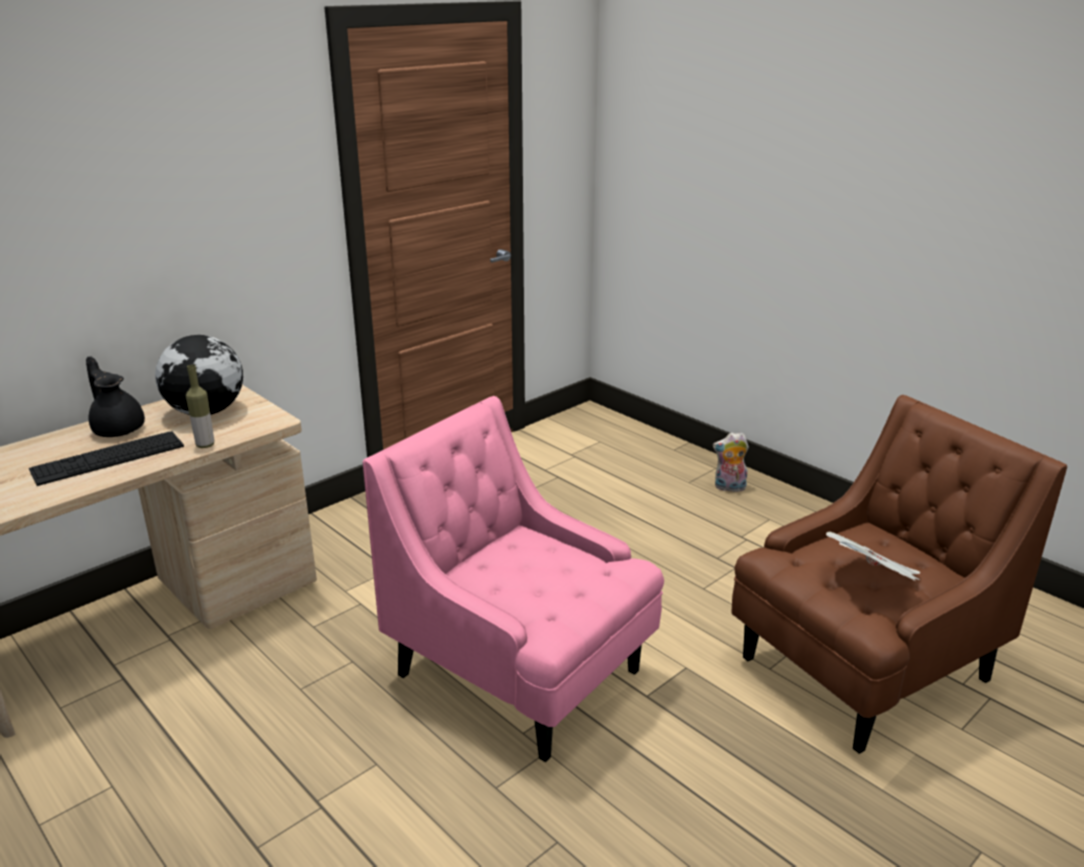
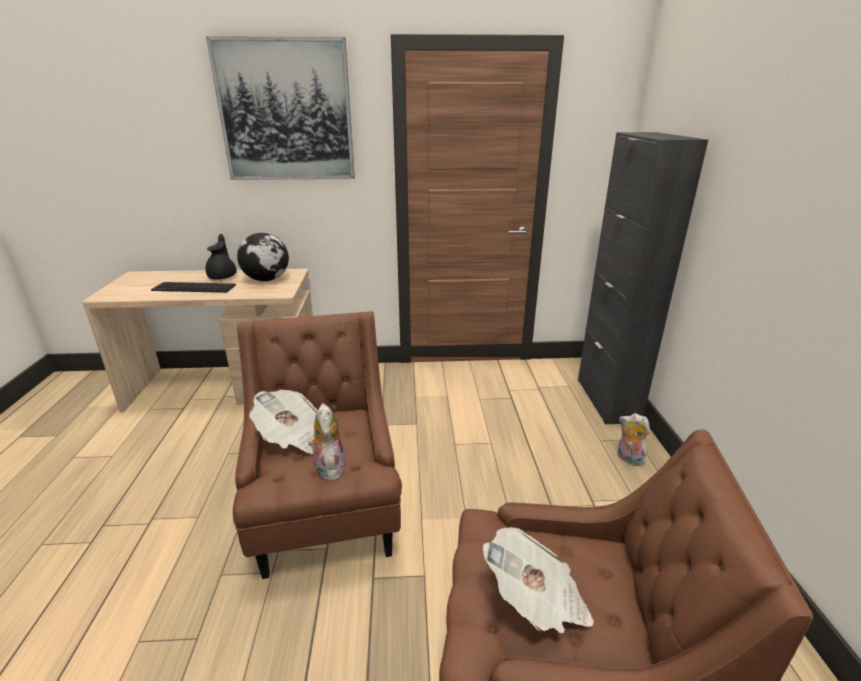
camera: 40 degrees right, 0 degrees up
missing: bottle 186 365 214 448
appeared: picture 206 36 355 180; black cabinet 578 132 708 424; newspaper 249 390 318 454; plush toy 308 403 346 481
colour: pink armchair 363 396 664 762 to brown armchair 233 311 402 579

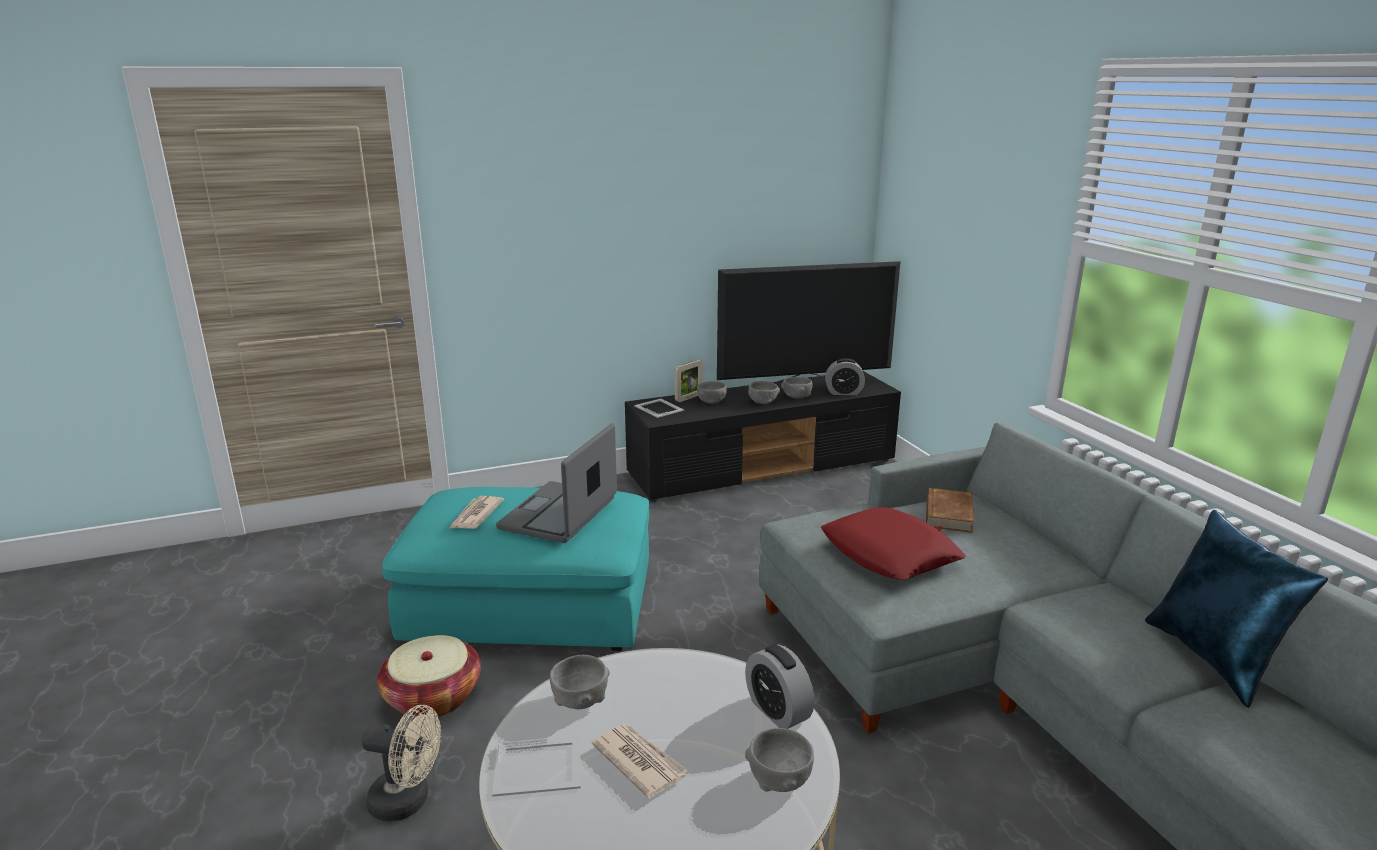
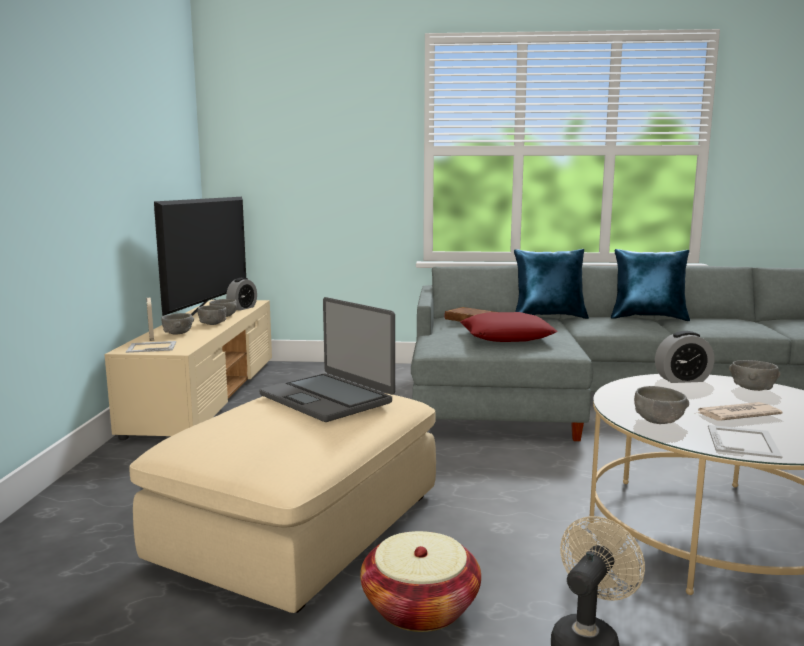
camera: 65 degrees left, 10 degrees down
missing: newspaper 450 496 504 529
appeared: blue pillow 514 249 589 319
colour: black tv stand 625 371 901 502 to beige tv stand 104 300 272 440; turquoise ottoman 382 487 649 651 to beige ottoman 129 393 436 613

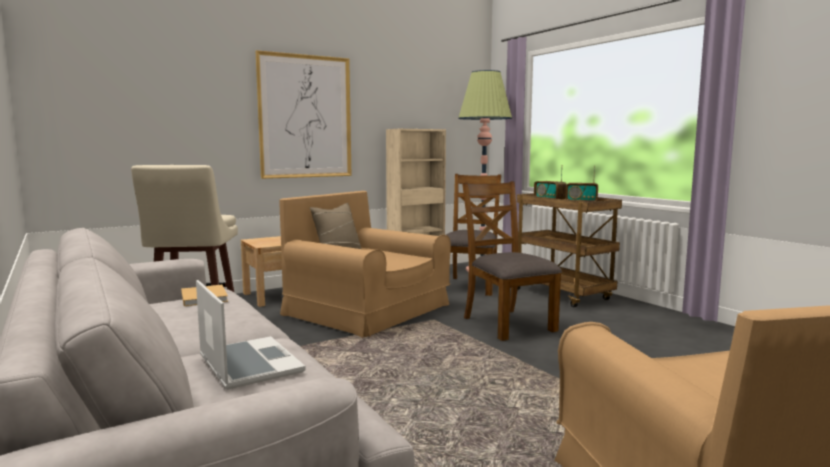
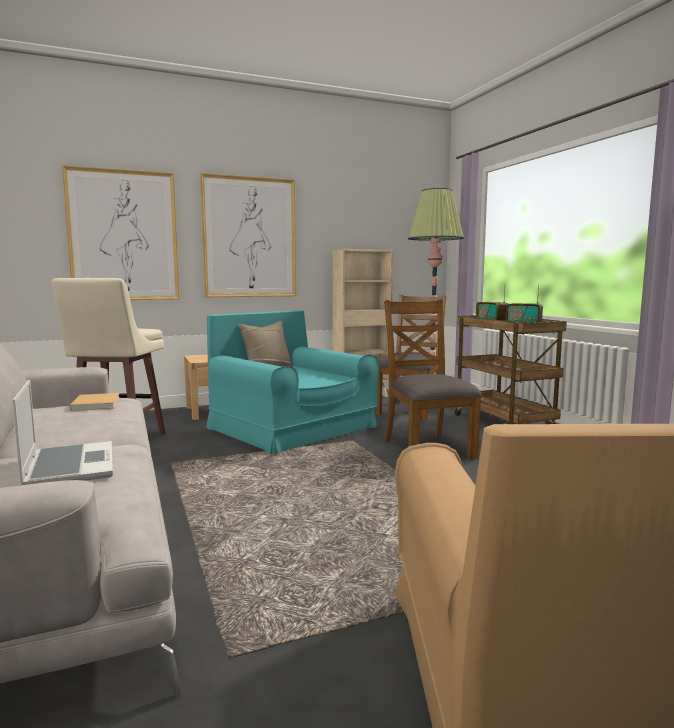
camera: 10 degrees right, 0 degrees up
appeared: picture 62 165 180 300
colour: brown armchair 279 191 451 338 to turquoise armchair 206 310 379 454

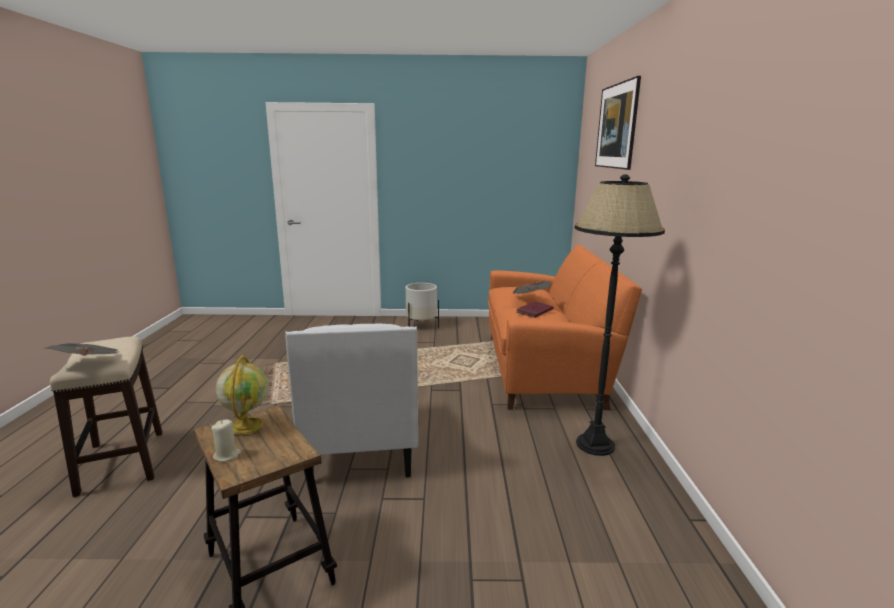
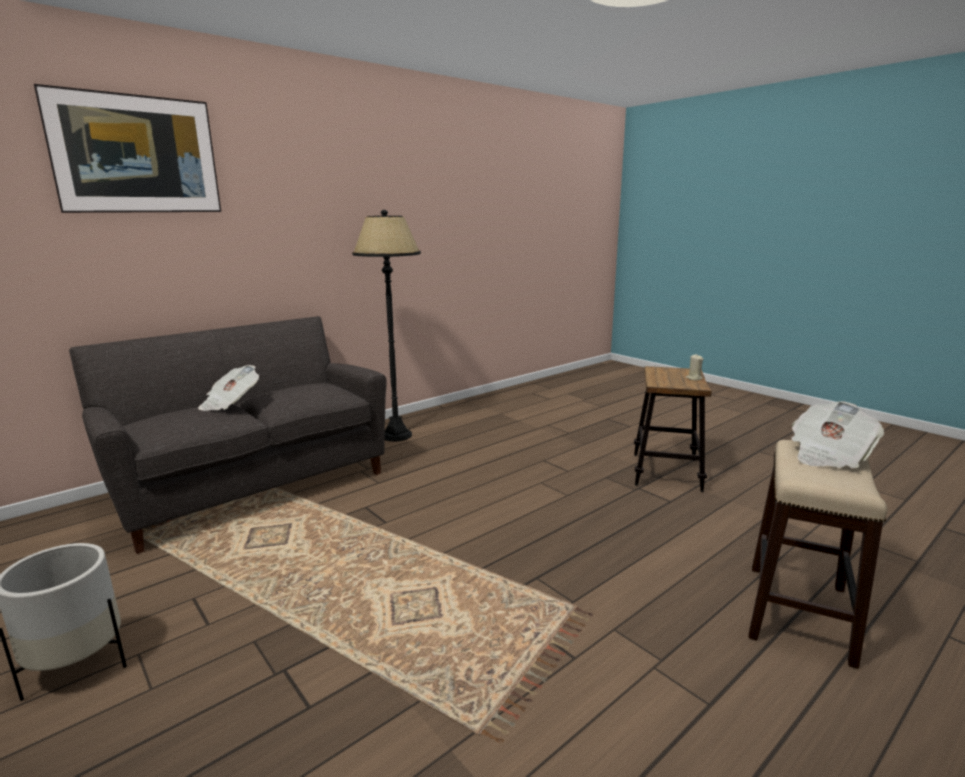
camera: 130 degrees left, 0 degrees up
missing: red book 516 301 554 318; white armchair 285 323 418 478; globe 216 355 269 435
colour: orange sofa 488 245 642 410 to grey sofa 69 316 387 554

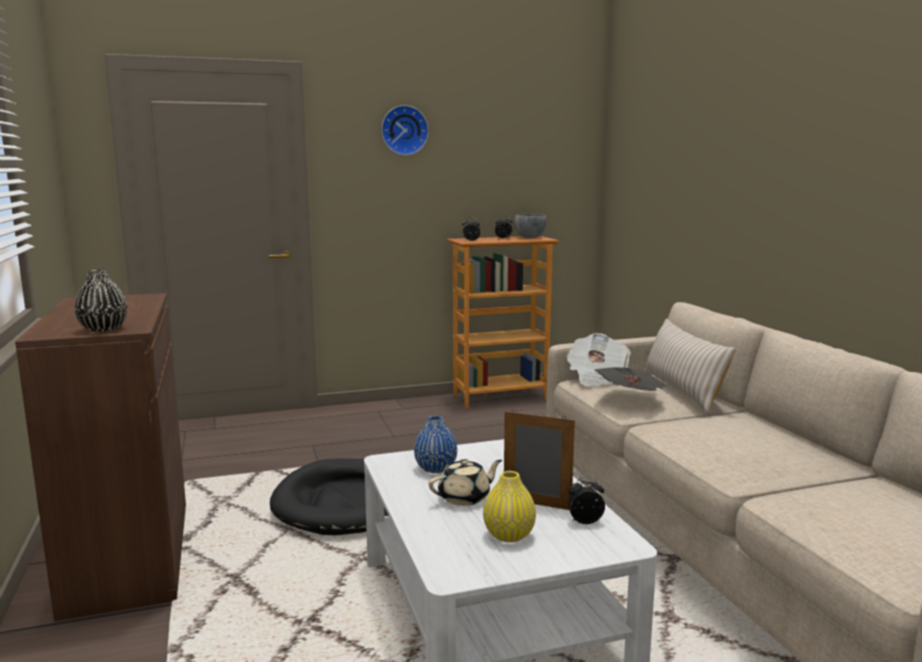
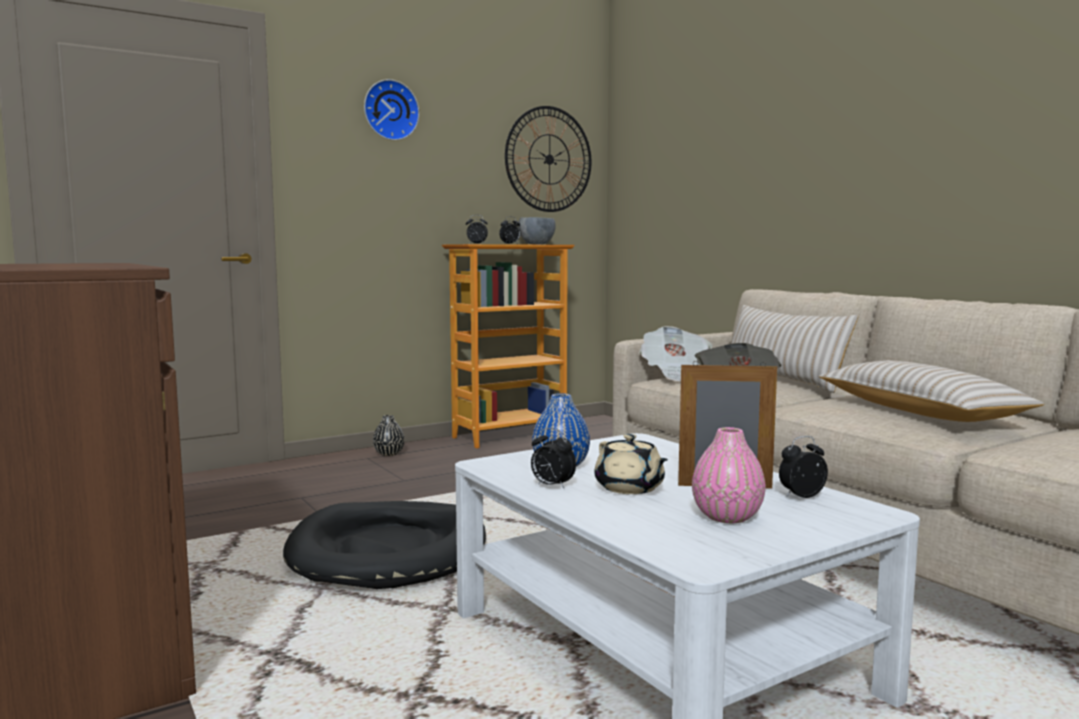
camera: 15 degrees left, 5 degrees down
appeared: wall clock 505 106 592 212; beige pillow 819 360 1045 422; alarm clock 531 428 576 488
relocated: black vase 74 270 127 332 to 373 415 405 456
colour: yellow vase 483 471 536 542 to pink vase 692 427 766 523
spun: beige teapot 429 459 502 506 = 594 434 668 494 105 degrees clockwise

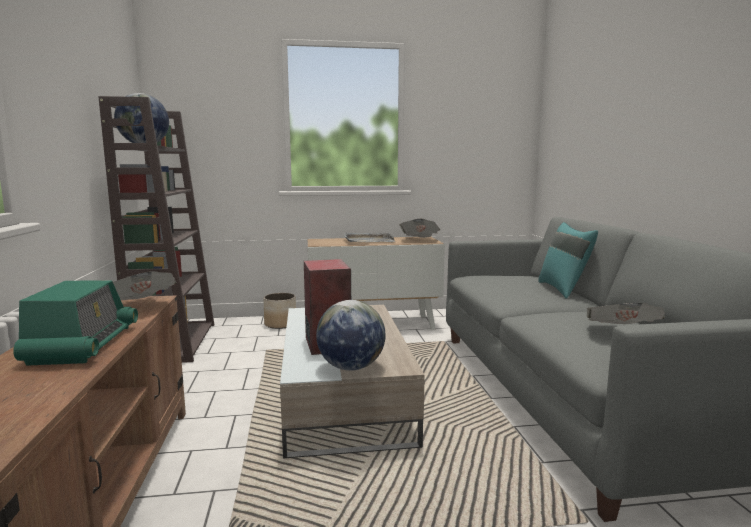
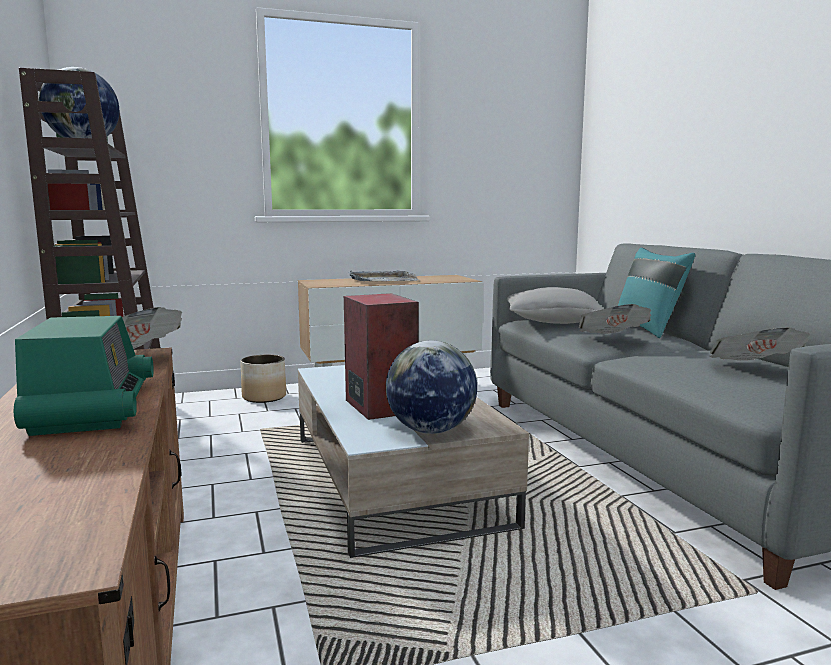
camera: 10 degrees left, 0 degrees up
appeared: grey pillow 507 287 604 324
relocated: newspaper 399 219 440 238 to 579 304 651 334

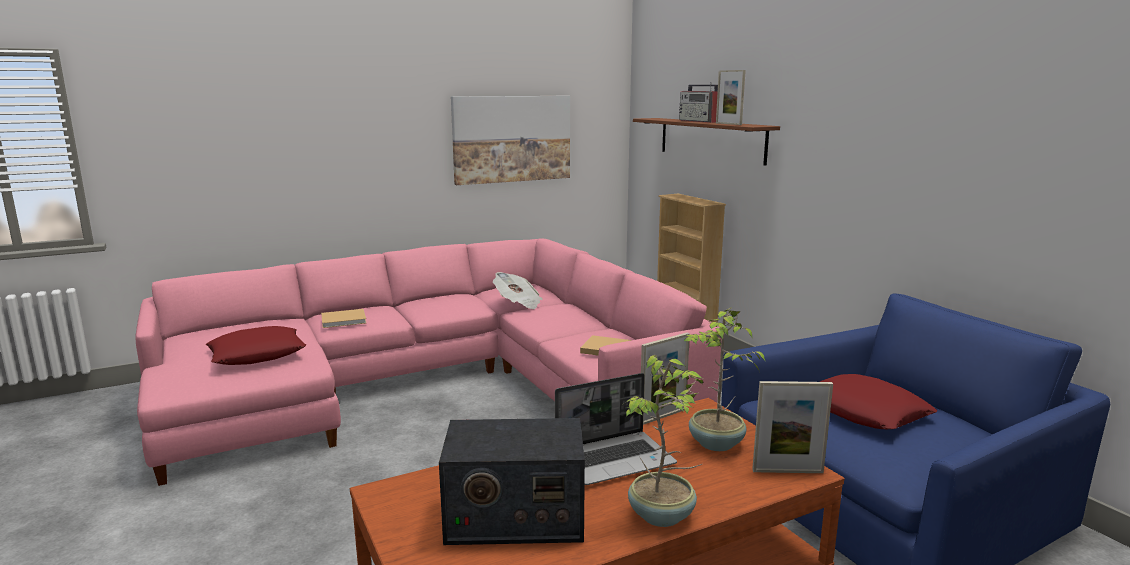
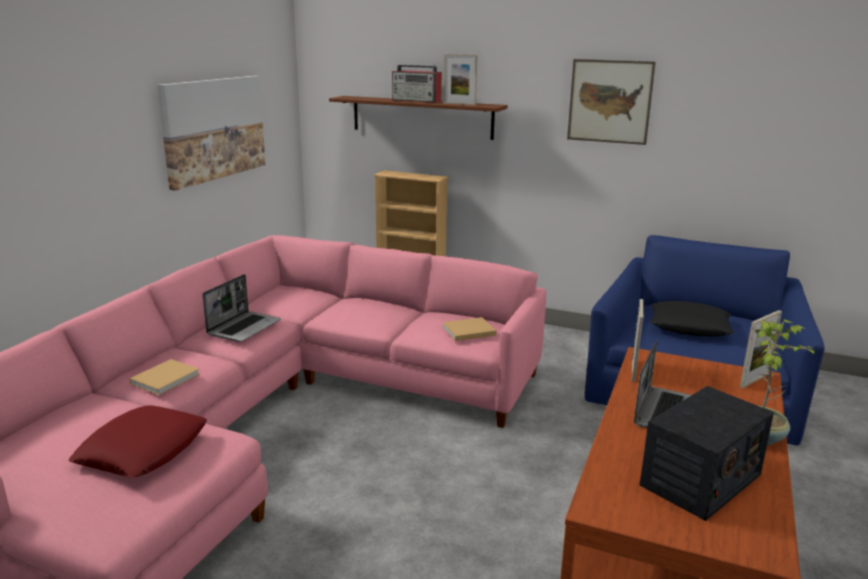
camera: 40 degrees left, 5 degrees up
missing: newspaper 493 272 543 309; potted plant 684 308 766 451
appeared: picture 567 59 656 145; laptop 202 274 281 342
colour: red pillow 820 374 937 429 to black pillow 650 301 734 337

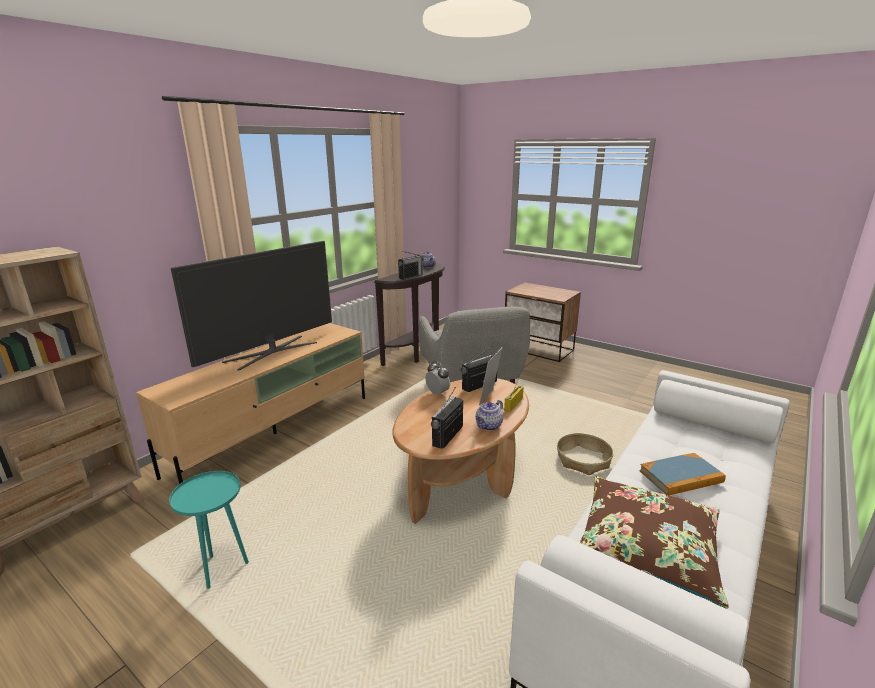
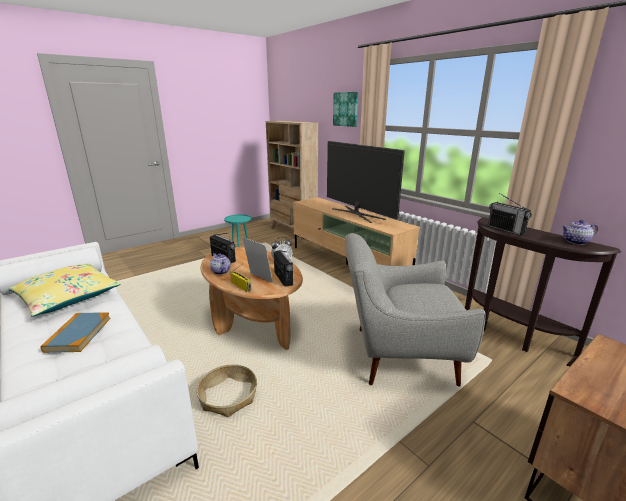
camera: 105 degrees right, 0 degrees up
appeared: picture 333 92 358 127
colour: brown pillow 580 476 729 609 to yellow pillow 8 264 120 317

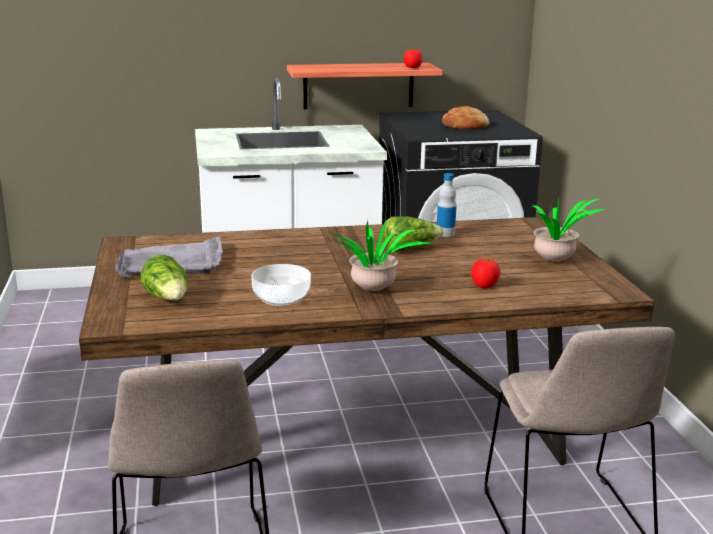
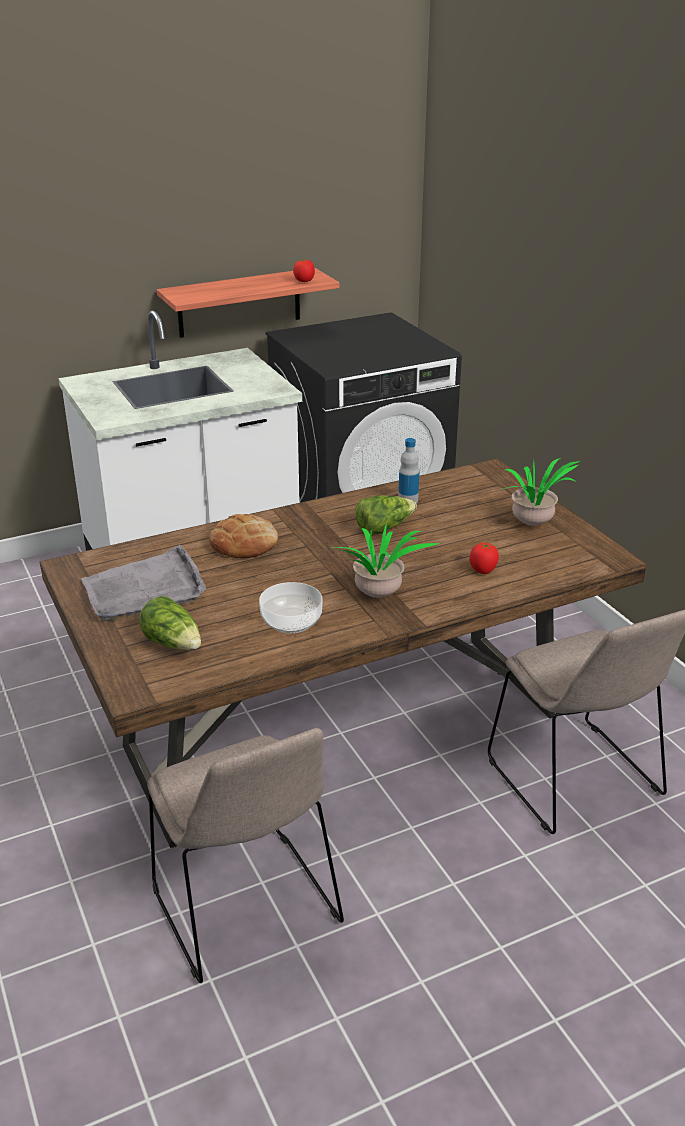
camera: 15 degrees left, 10 degrees up
relocated: bread 442 106 490 130 to 209 514 278 558

